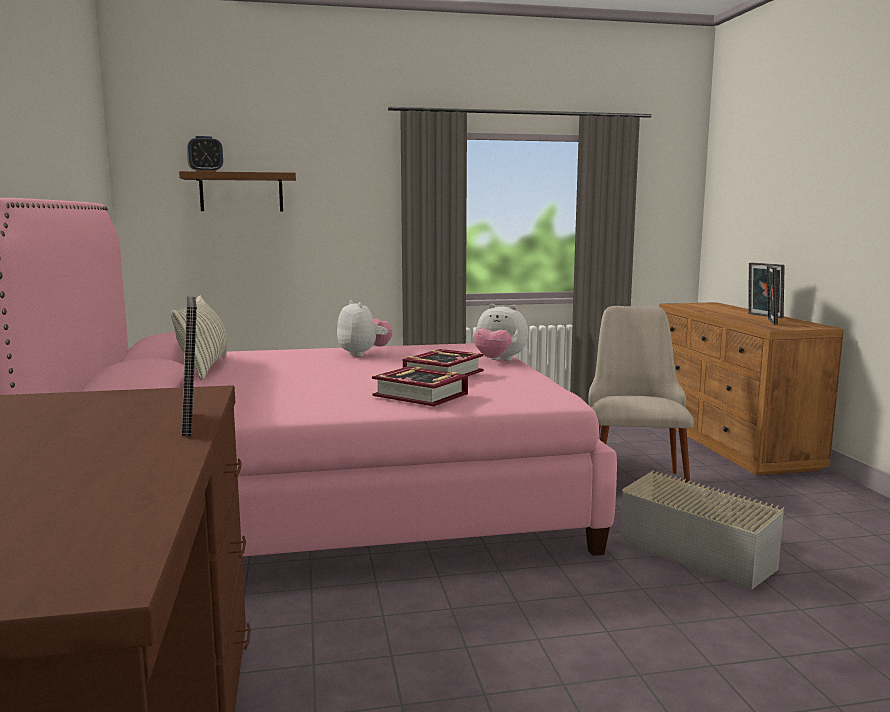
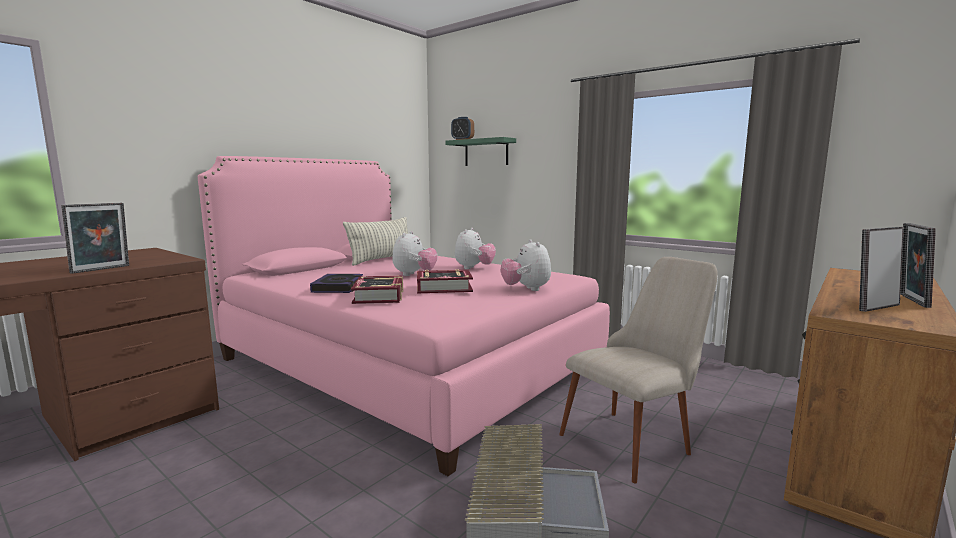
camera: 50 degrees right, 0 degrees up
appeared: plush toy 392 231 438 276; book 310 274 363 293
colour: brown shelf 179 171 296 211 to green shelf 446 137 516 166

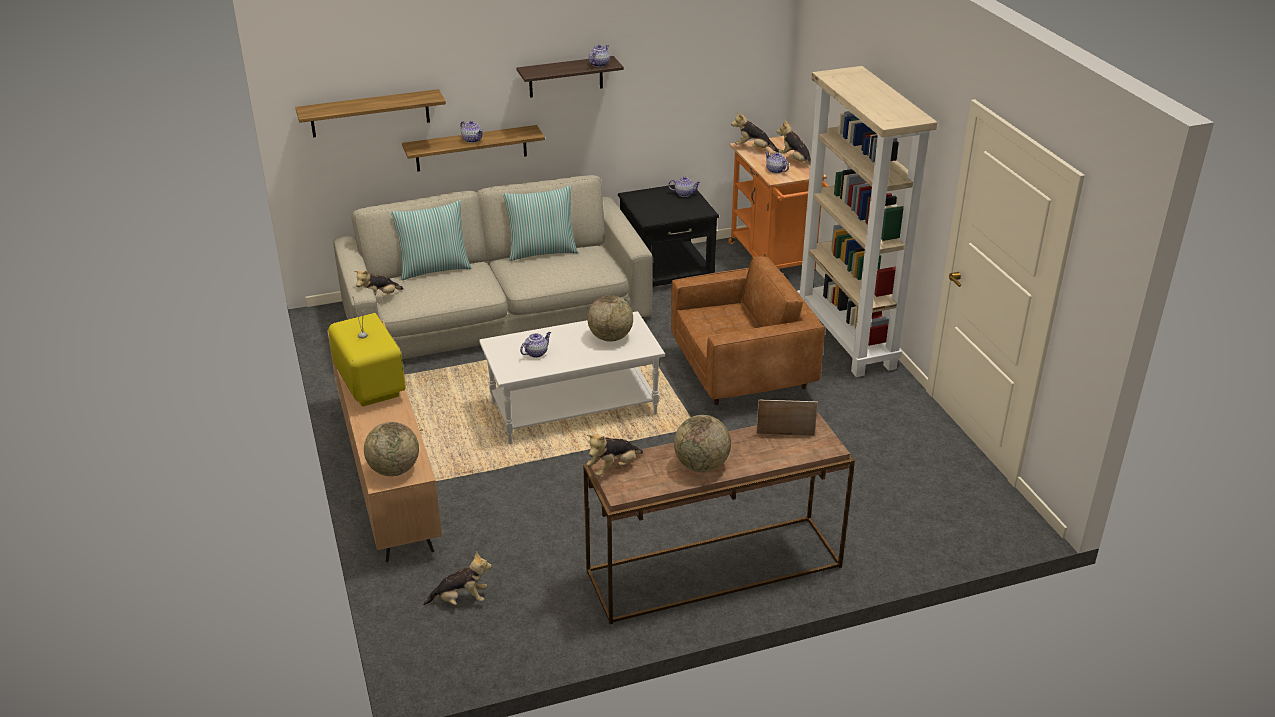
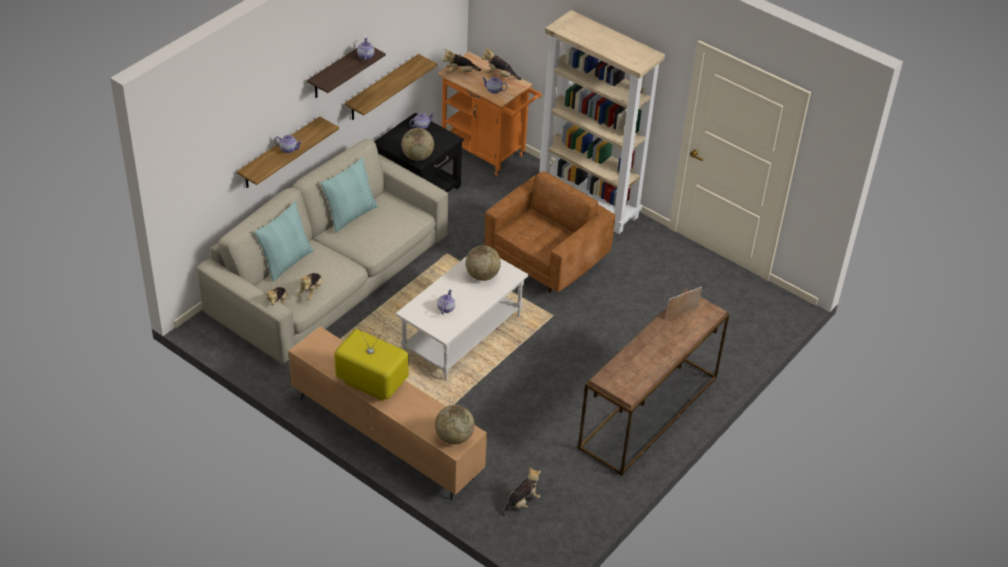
camera: 35 degrees left, 10 degrees up
relocated: shelf 295 89 446 137 to 345 54 437 120; globe 674 415 731 472 to 401 128 434 161; plush toy 587 435 643 477 to 297 273 322 300

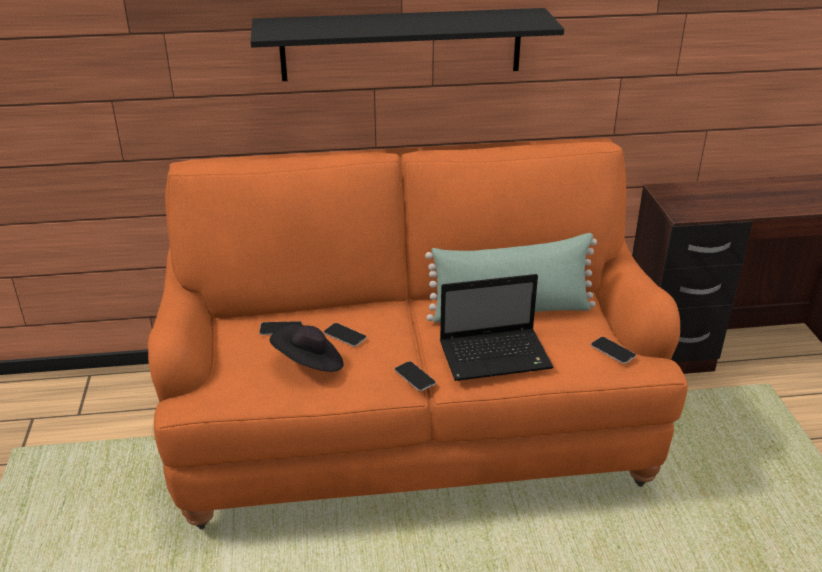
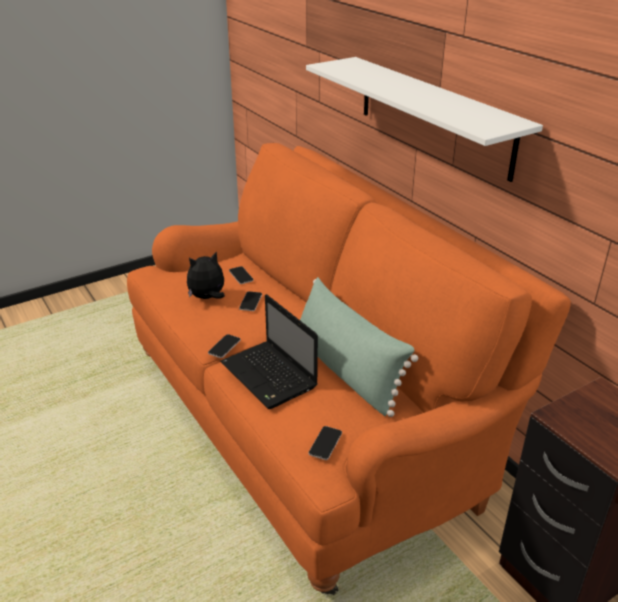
camera: 65 degrees right, 0 degrees up
exchanged: black hat 269 324 344 372 to plush toy 187 252 225 299
colour: black shelf 250 8 564 81 to white shelf 306 57 543 182

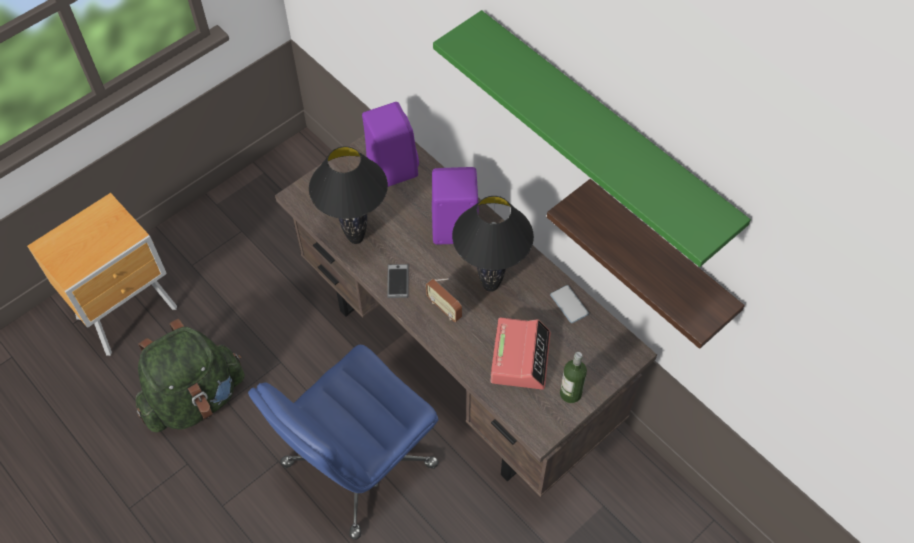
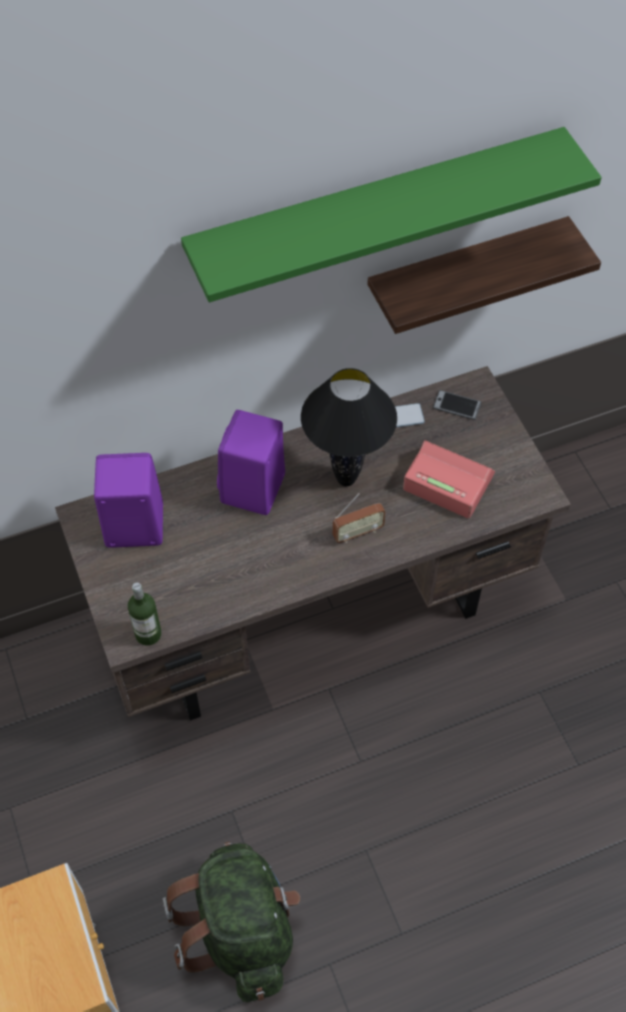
camera: 70 degrees left, 0 degrees up
missing: black table lamp 309 146 388 244; blue office chair 248 345 439 540
relocated: phone 387 264 409 298 to 433 390 481 420; bottle 560 352 587 403 to 128 583 161 646

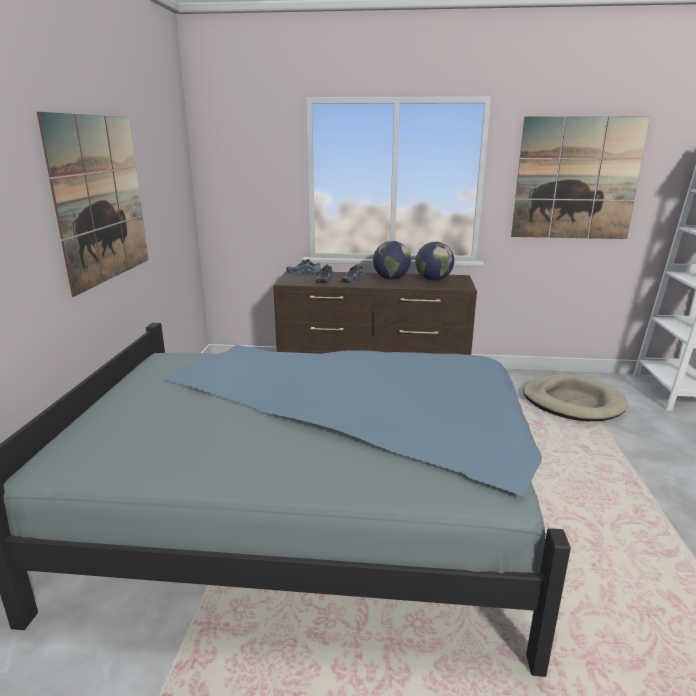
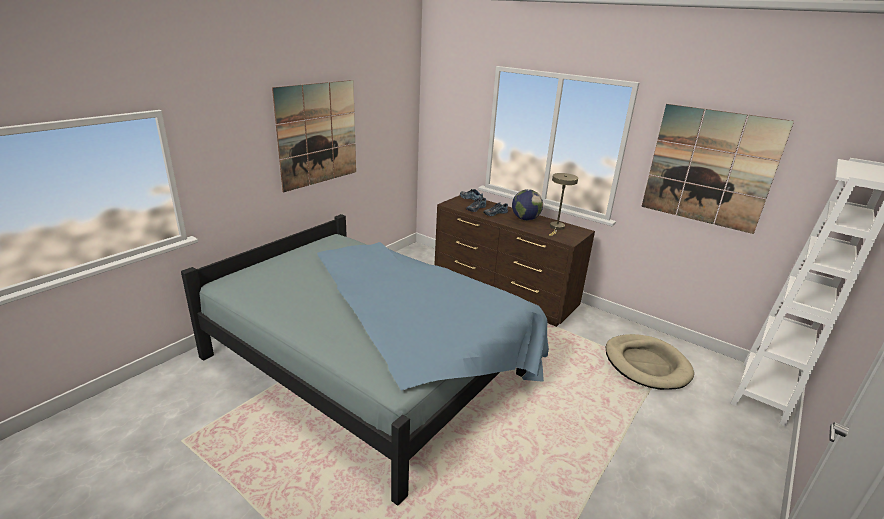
camera: 30 degrees right, 5 degrees up
exchanged: globe 416 242 454 281 to beige table lamp 549 173 578 236

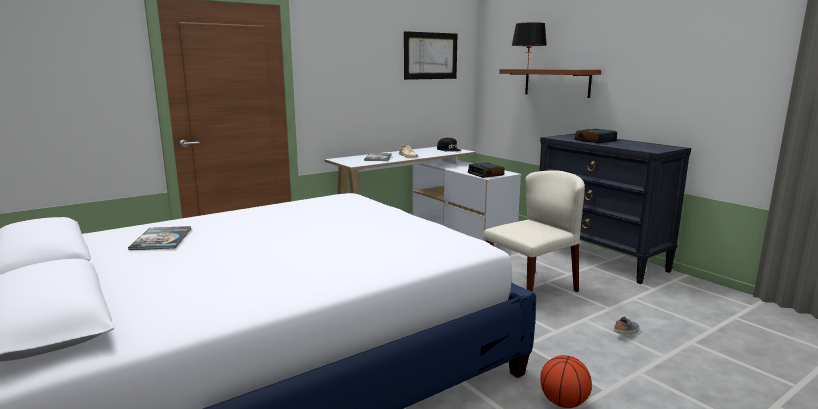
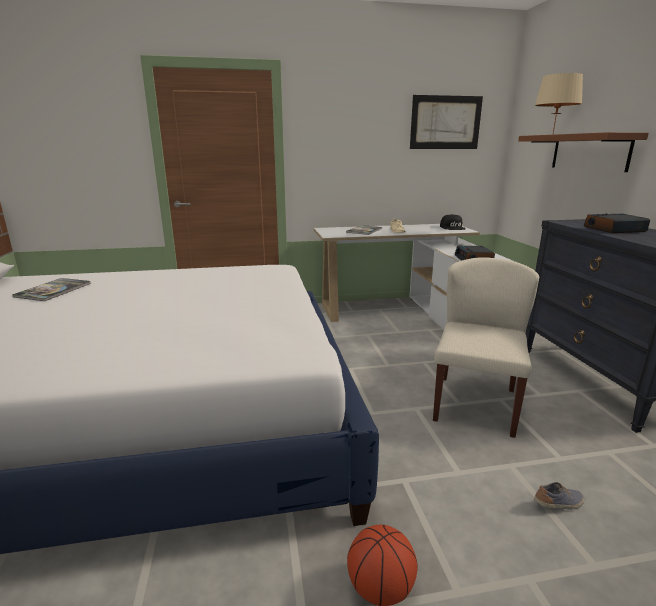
camera: 25 degrees right, 5 degrees up
colour: black table lamp 512 22 547 62 to beige table lamp 534 73 583 133
spun: beige chair 483 170 585 292 = 433 257 539 438 60 degrees counterclockwise

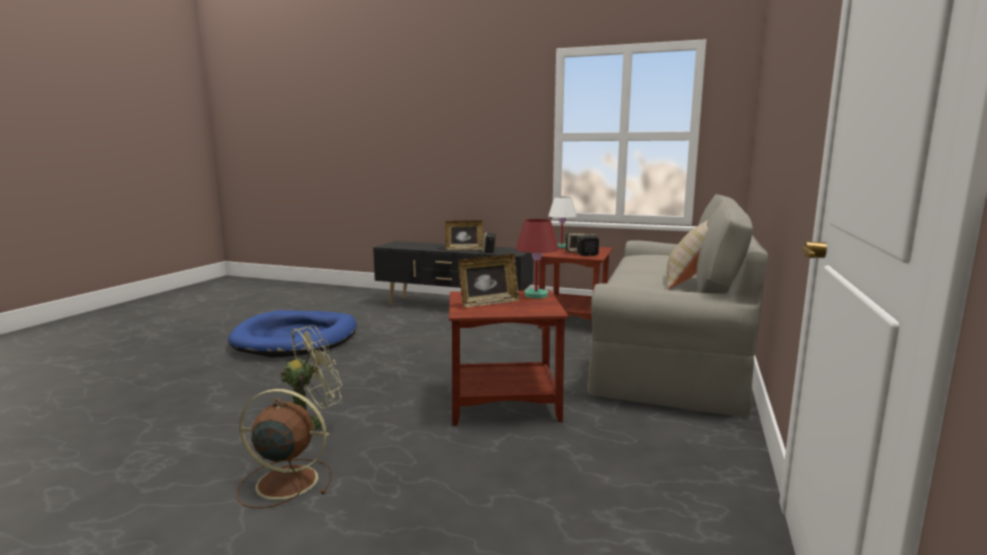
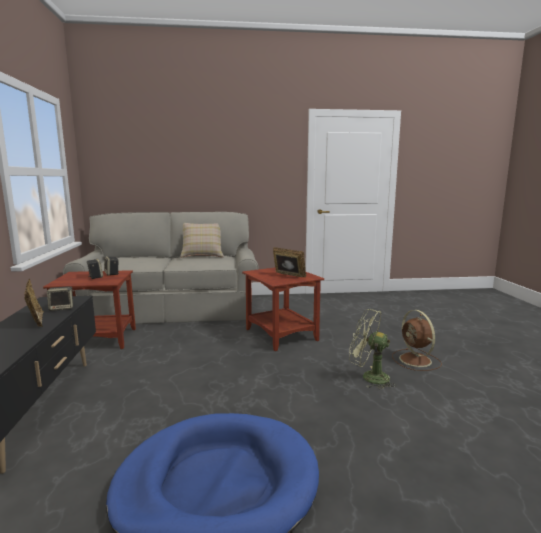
camera: 115 degrees left, 0 degrees up
missing: white table lamp 548 196 577 248; red table lamp 516 219 559 298

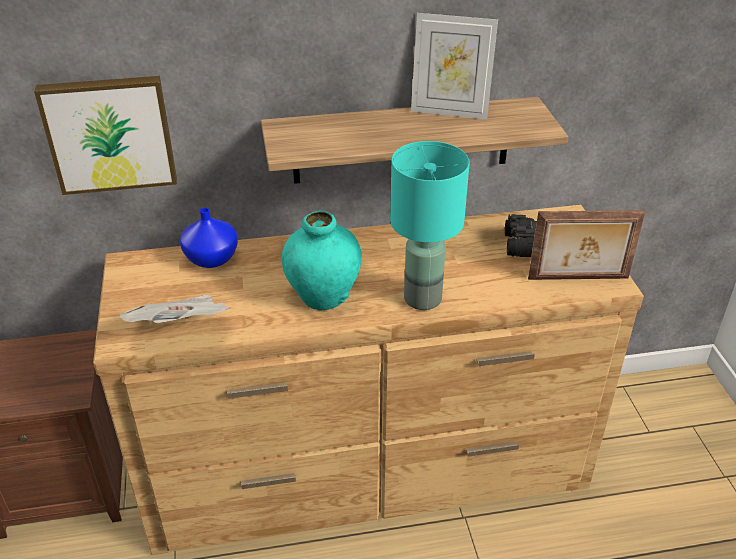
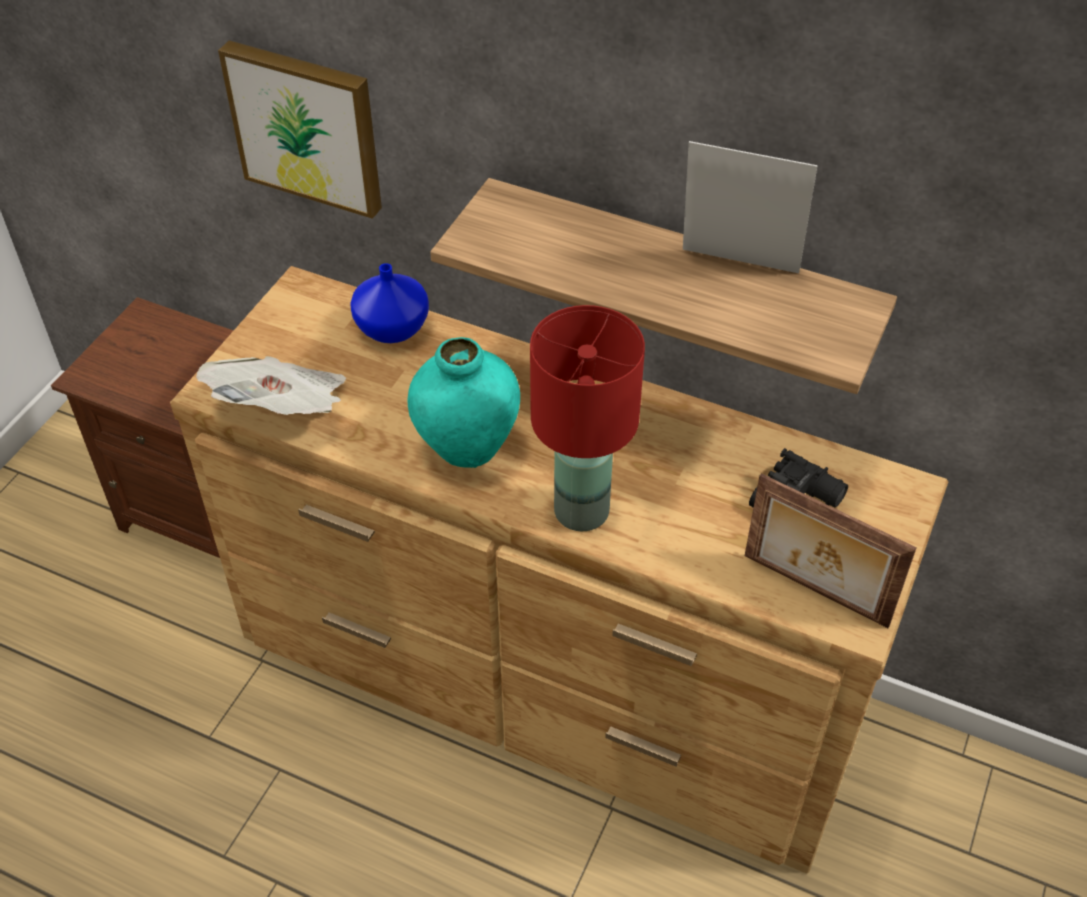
camera: 35 degrees right, 10 degrees up
colour: turquoise table lamp 390 141 470 310 to red table lamp 530 305 645 531
spun: picture frame 411 13 498 120 = 683 141 818 273 150 degrees clockwise

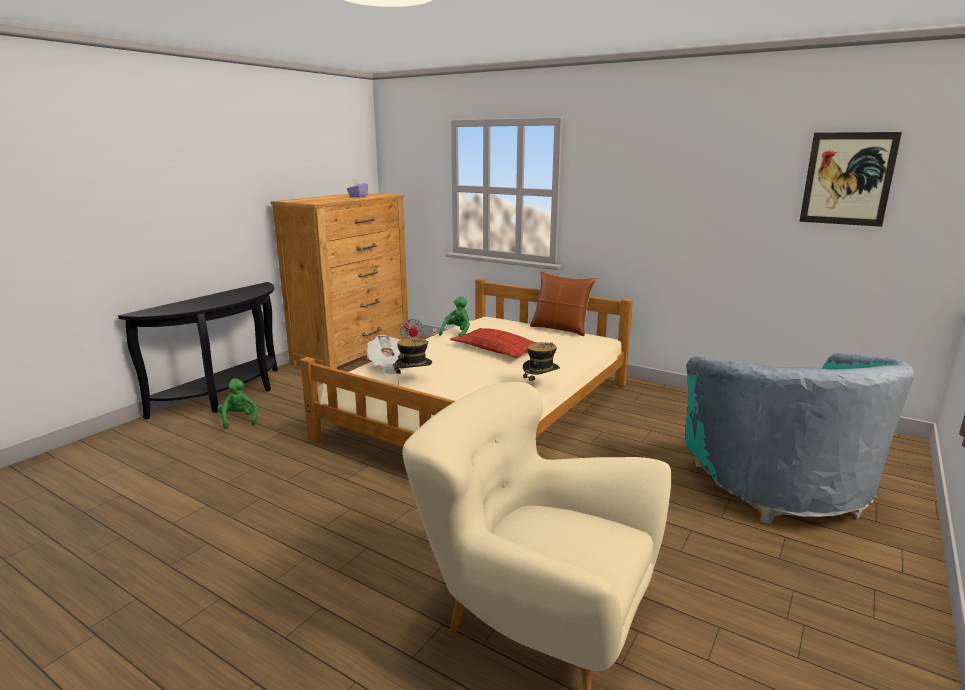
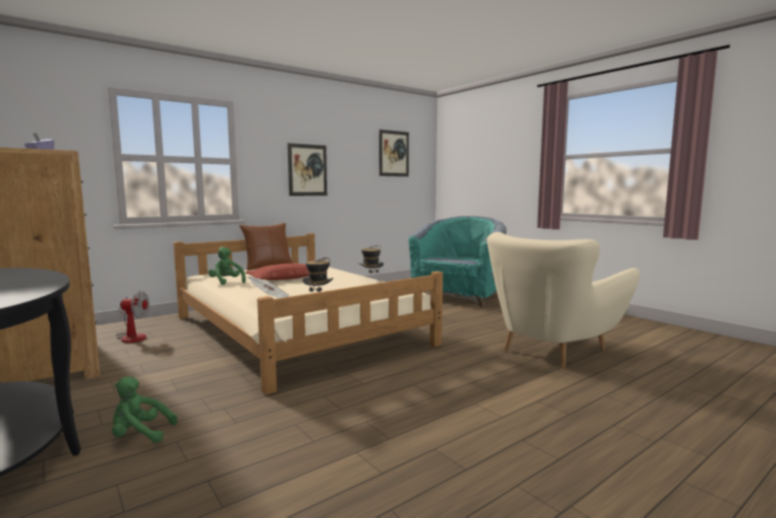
camera: 70 degrees left, 10 degrees down
appeared: picture 287 143 327 196
spun: turquoise armchair 685 353 915 524 = 408 216 507 307 75 degrees counterclockwise

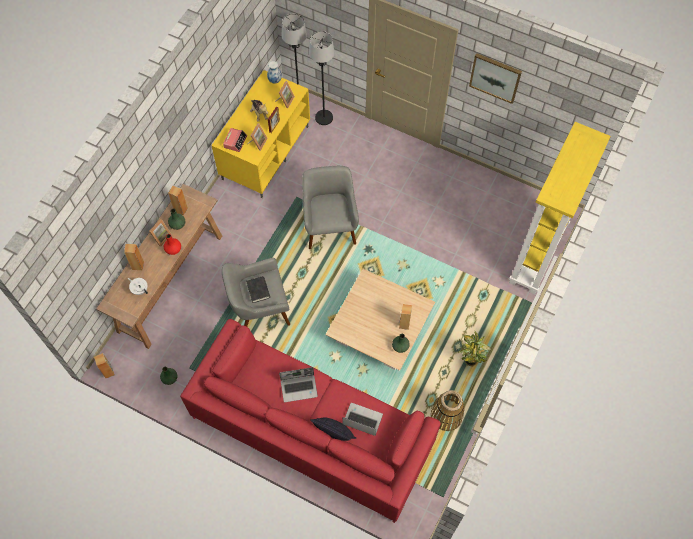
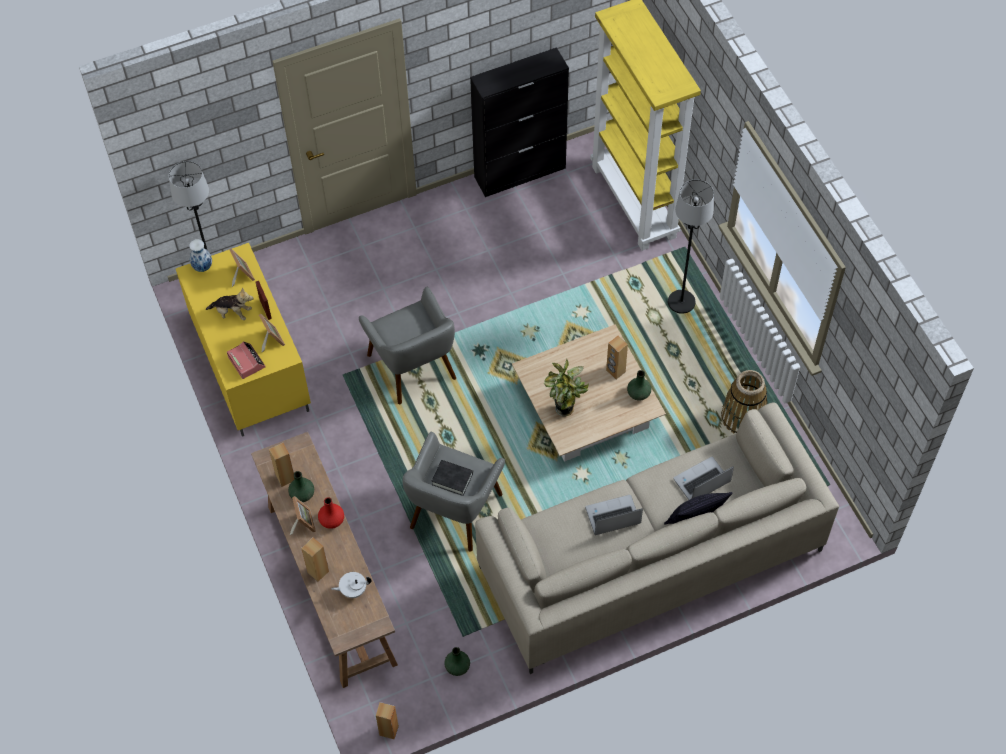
camera: 50 degrees left, 5 degrees down
missing: picture 469 53 522 104
appeared: black cabinet 470 47 569 197
relocated: black floor lamp 309 31 334 125 to 668 179 714 314; potted plant 459 330 491 366 to 544 359 589 417
colour: red sofa 180 319 441 523 to beige sofa 475 402 839 674
spun: grey armchair 302 166 359 249 = 359 287 456 404 150 degrees counterclockwise; laptop 279 367 318 402 = 585 495 643 535 135 degrees counterclockwise

